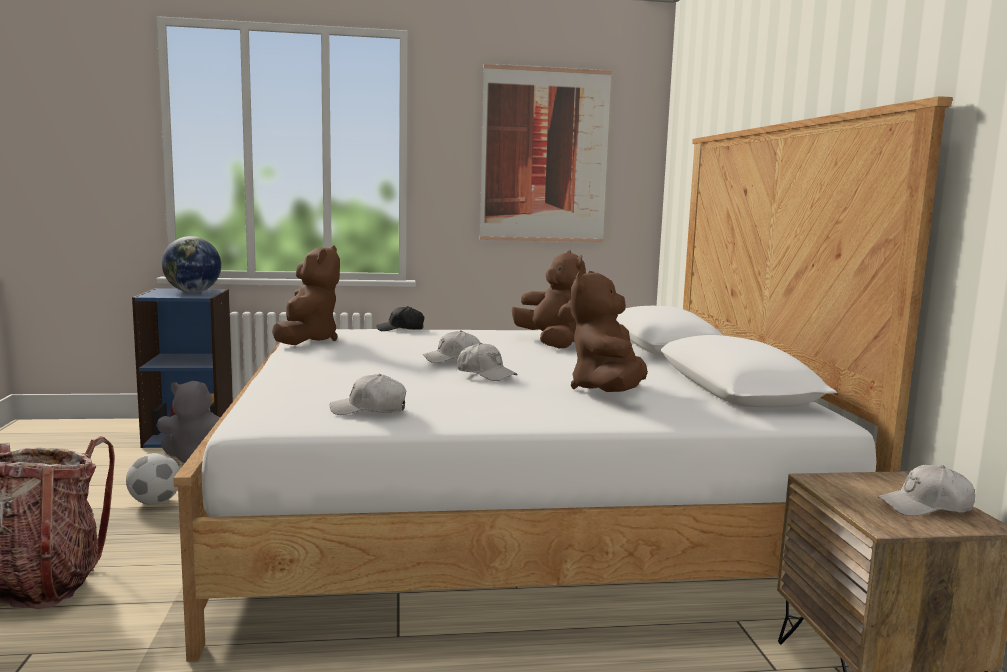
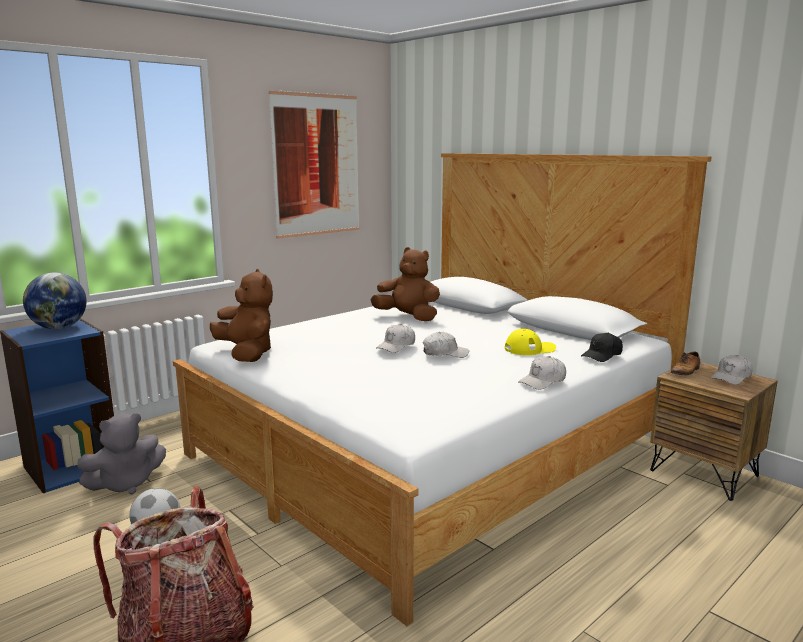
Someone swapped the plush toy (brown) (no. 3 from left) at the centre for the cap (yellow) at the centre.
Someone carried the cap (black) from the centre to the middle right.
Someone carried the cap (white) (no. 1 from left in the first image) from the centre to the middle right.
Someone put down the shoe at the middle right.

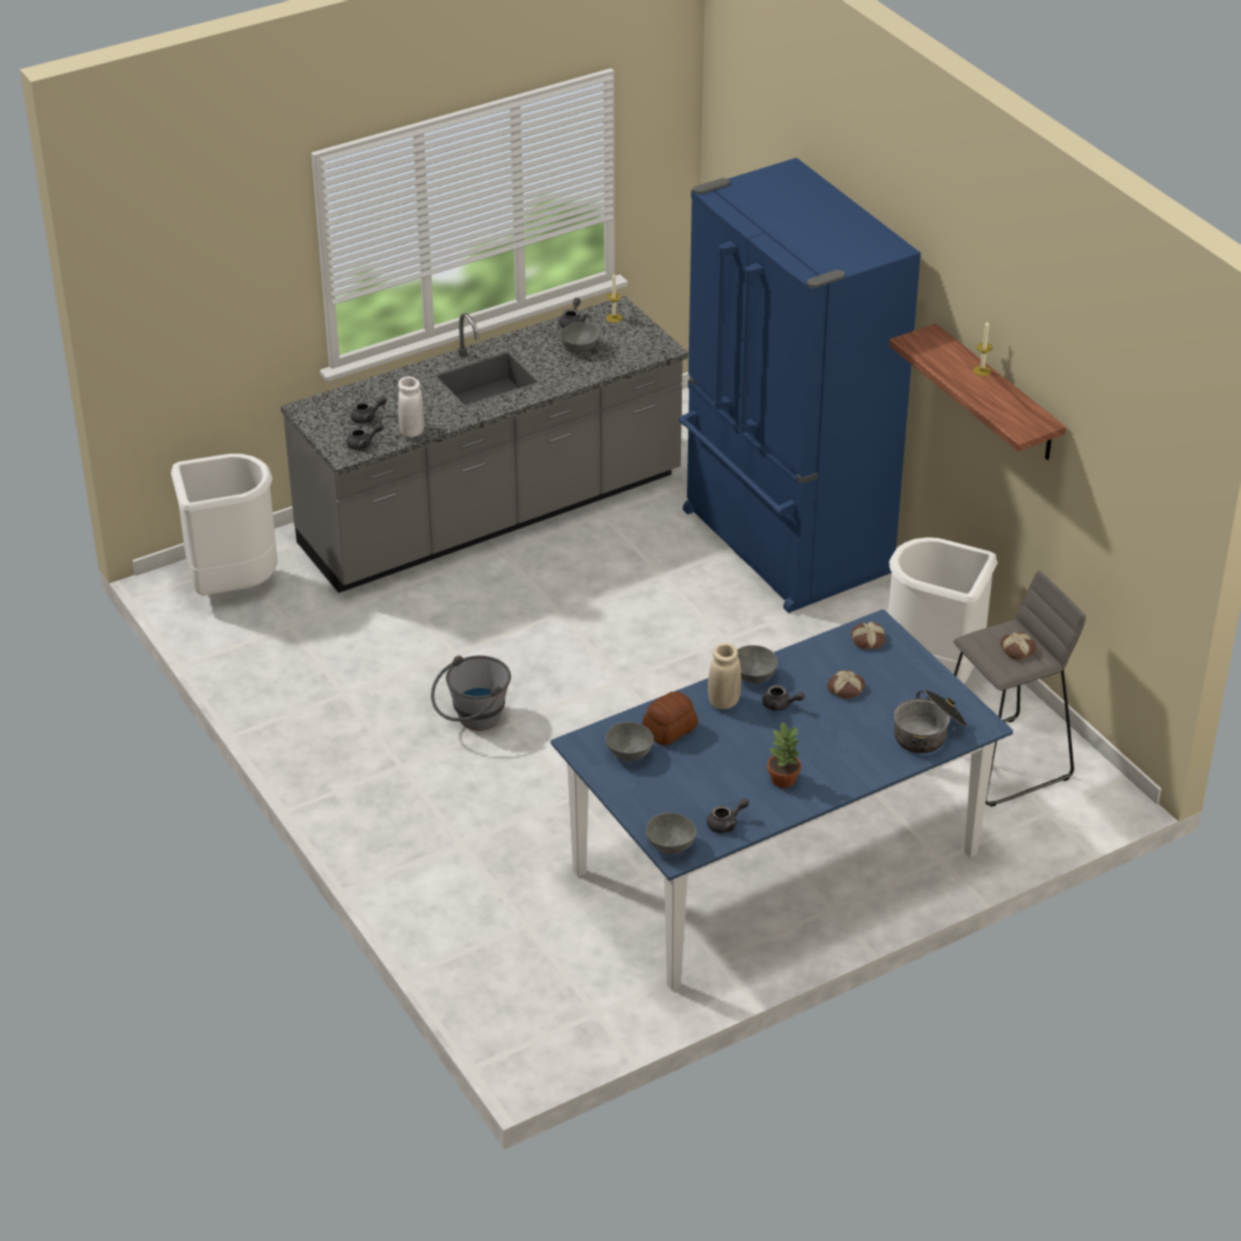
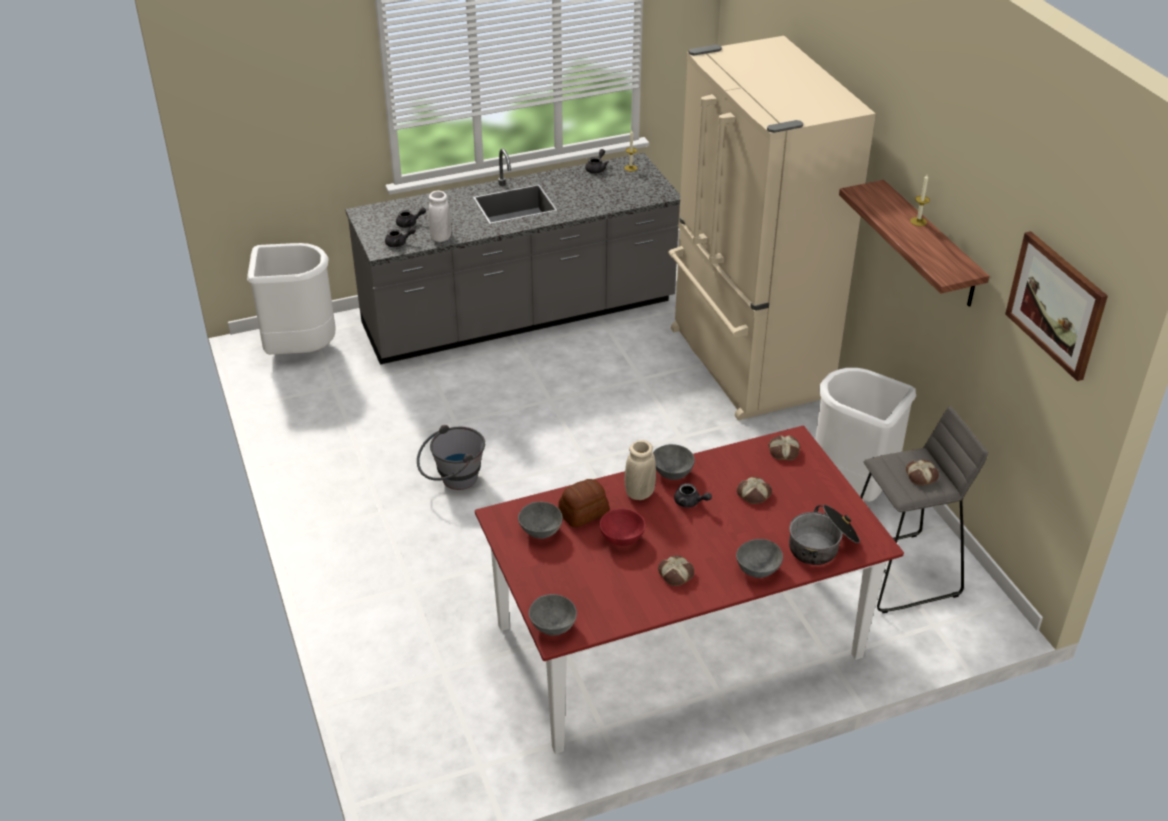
Someone repainted the fridge (blue) at the top centre, which became the fridge (beige) at the top centre.
Someone carried the bowl (grey) (no. 1 from left in the first image) from the top centre to the bottom centre.
Someone repainted the dining table (blue) at the centre, which became the dining table (red) at the bottom centre.
Someone swapped the potted plant at the centre for the bread (no. 2 from left) at the bottom centre.
Someone took away the teapot (grey) (no. 4 from left) at the centre.
Someone put up the picture at the middle right.
Someone put down the bowl (red) at the centre.

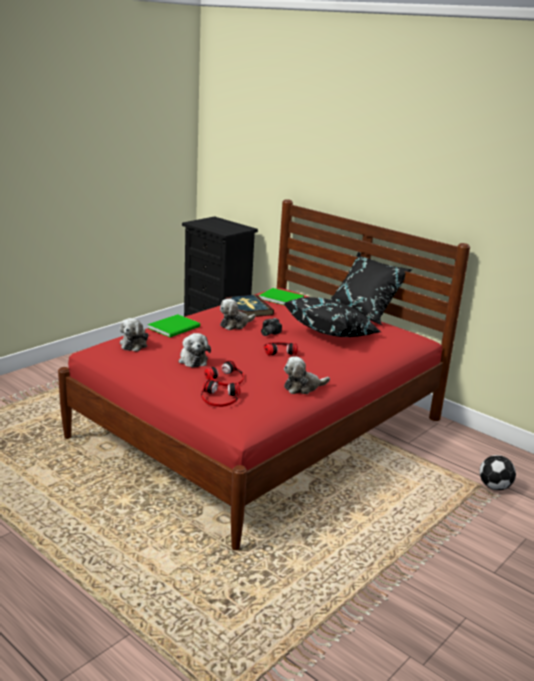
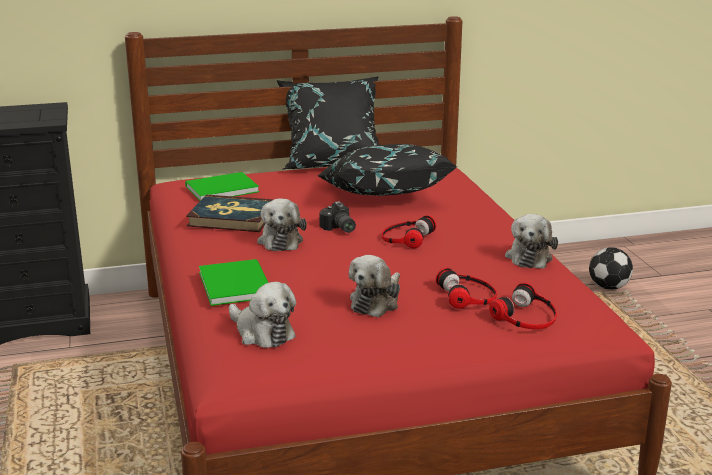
Someone rotated the plush toy (no. 2 from left in the first image) at the centre by 105 degrees clockwise.

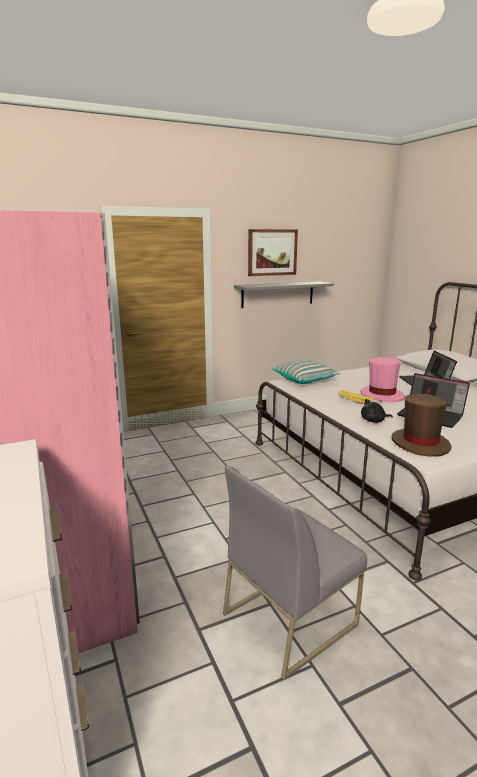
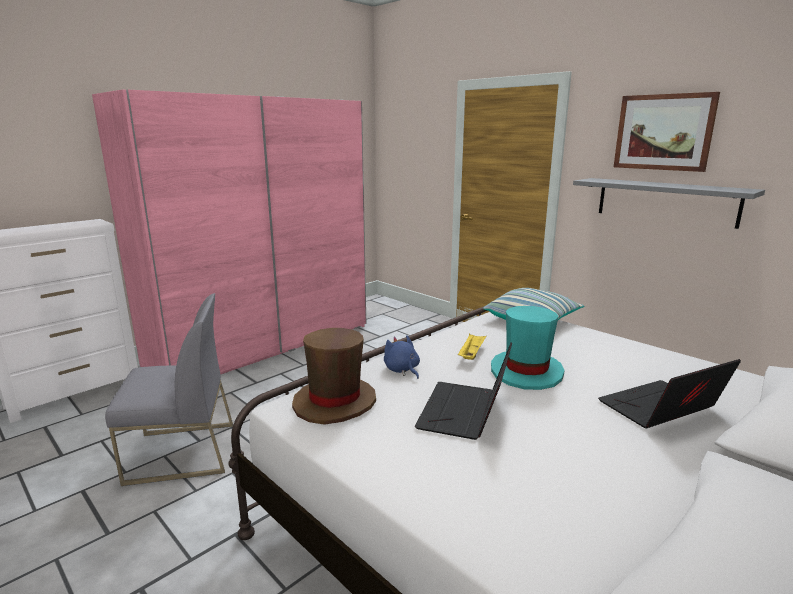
Someone repainted the hat (pink) at the middle right, which became the hat (turquoise) at the centre.
Someone repainted the plush toy (black) at the middle right, which became the plush toy (blue) at the centre.
Someone rotated the chair (grey) at the bottom centre by 135 degrees clockwise.

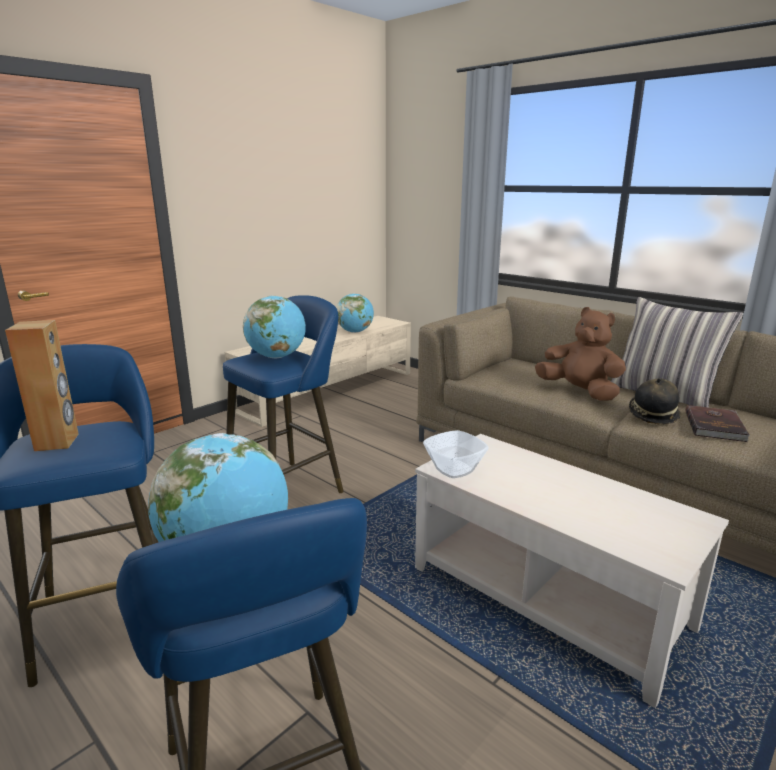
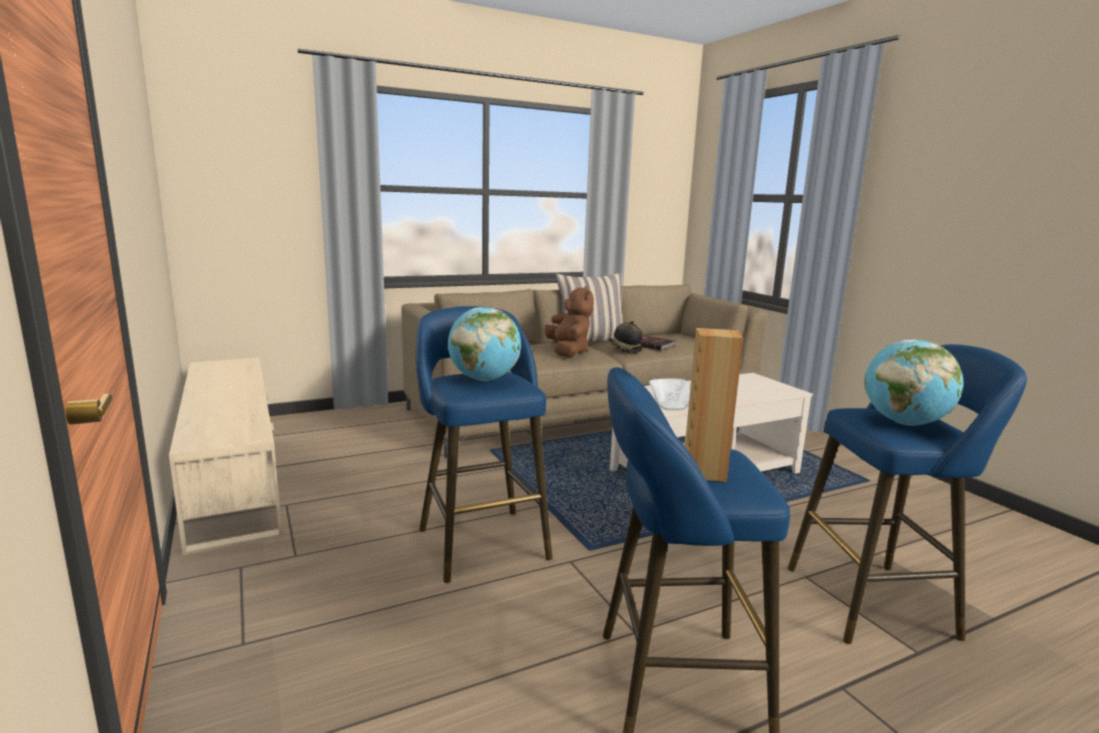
Someone took away the globe (no. 3 from left) at the centre.
Someone rotated the plush toy (brown) at the middle right by 105 degrees clockwise.

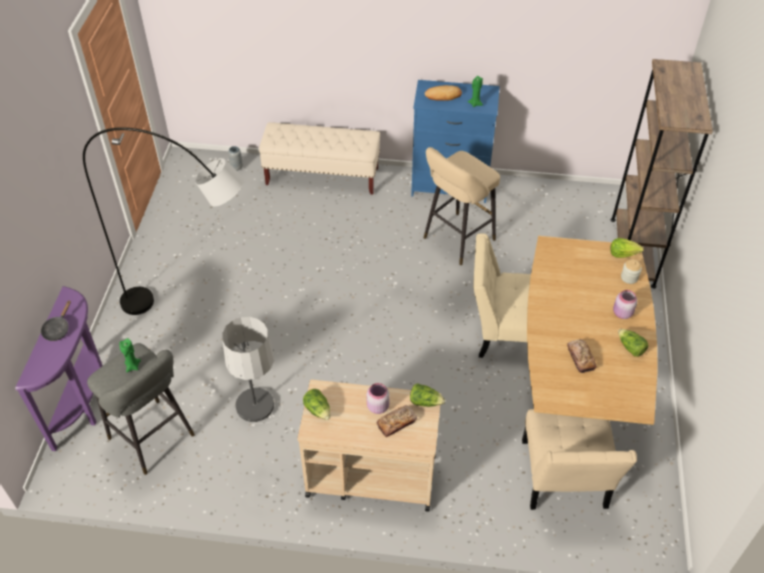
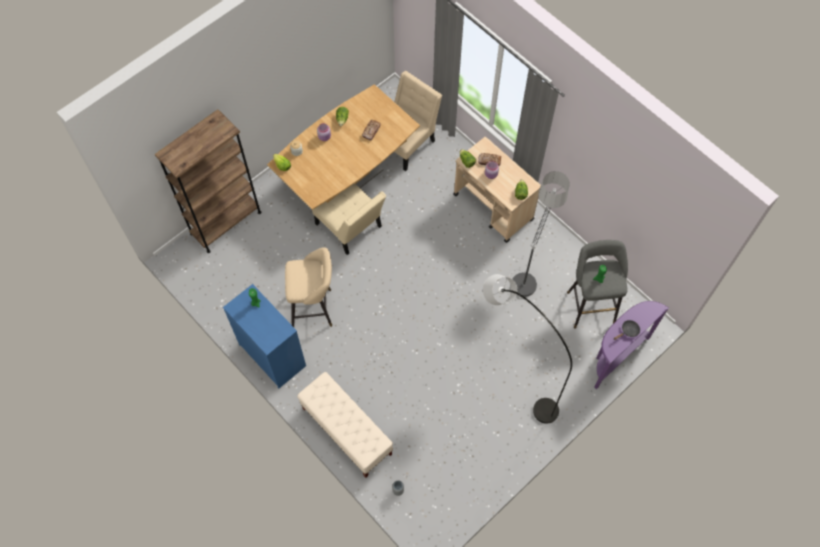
Someone took away the bread (no. 2 from left) at the top centre.

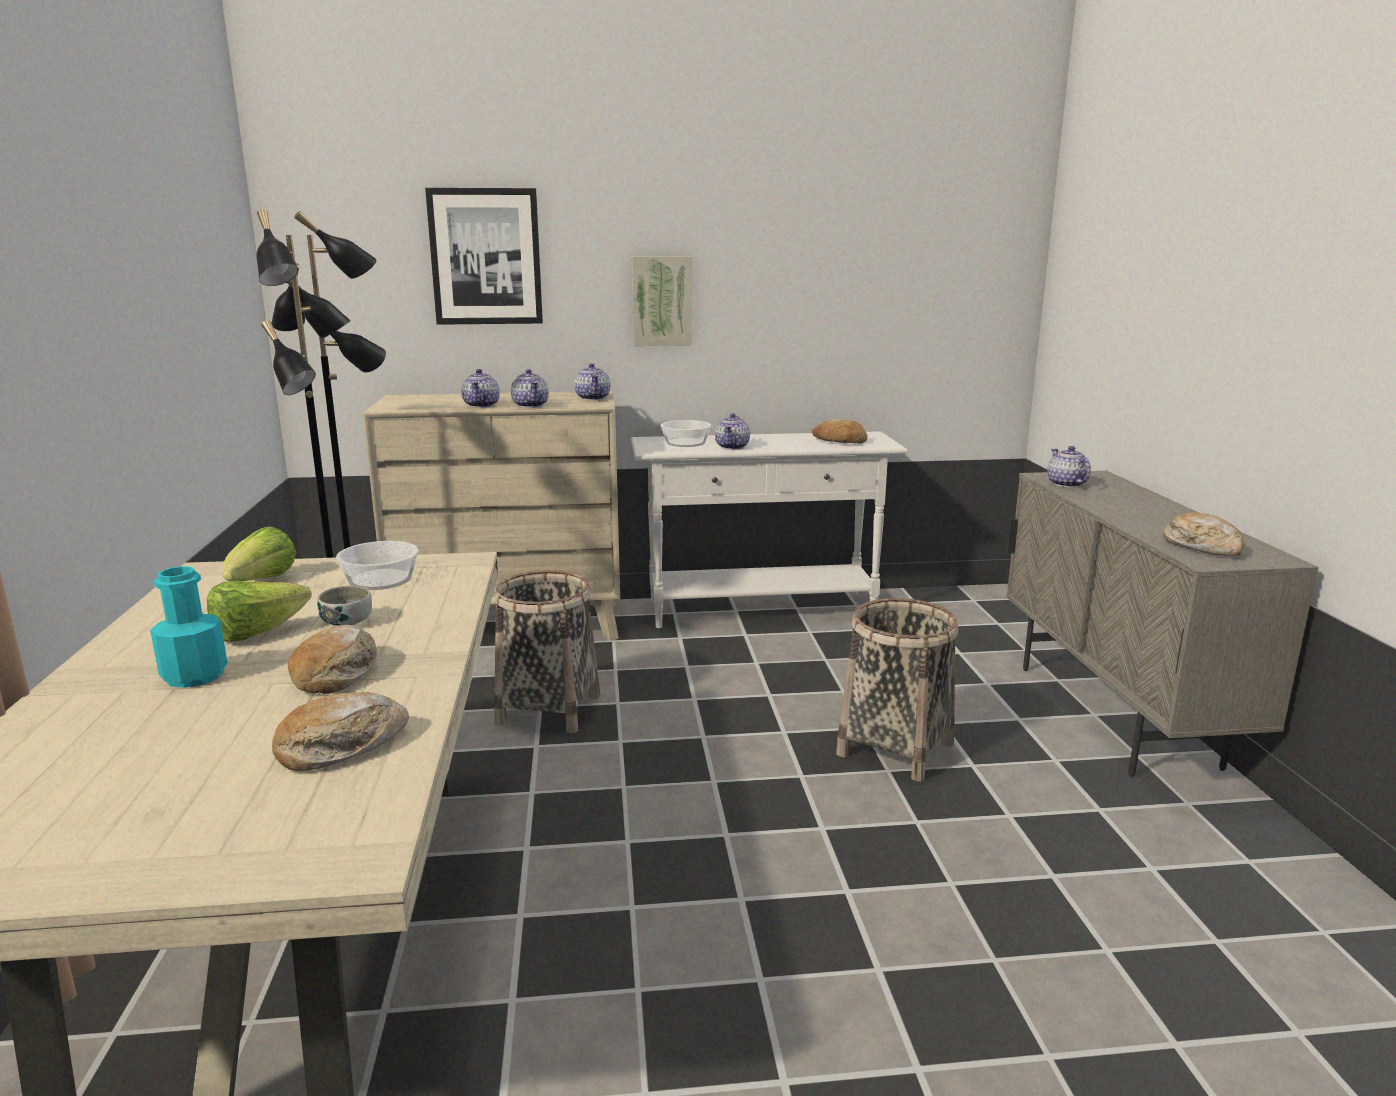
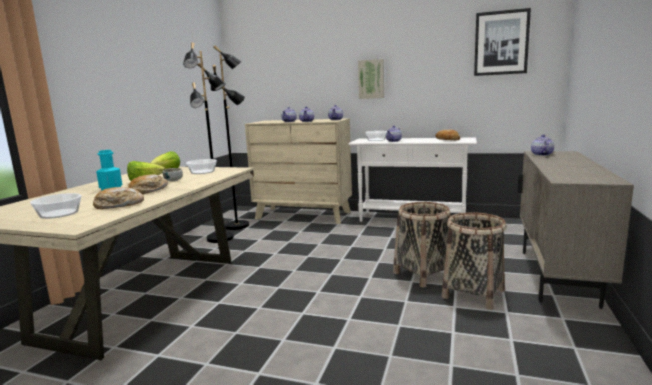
Someone carried the picture (no. 1 from left in the first image) from the top centre to the top right.
Someone took away the bread (no. 4 from left) at the middle right.
Someone carried the basket (no. 1 from left in the first image) from the centre to the bottom right.
Someone put down the bowl (no. 1 from left) at the middle left.

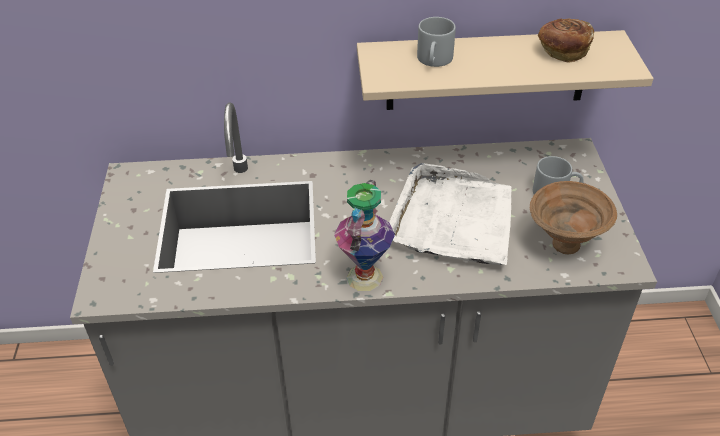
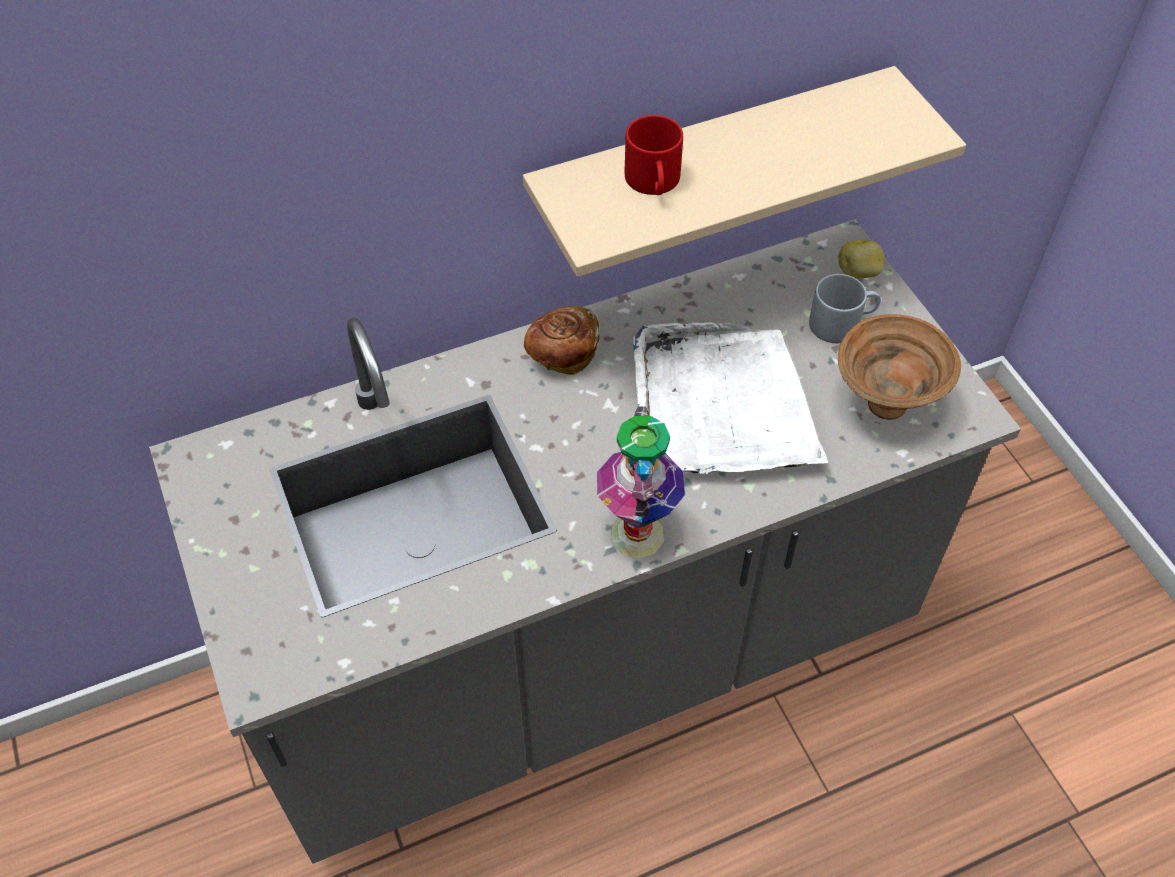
Someone repainted the mug (grey) (no. 1 from left) at the top centre, which became the mug (red) at the top centre.
Someone carried the bread from the top right to the centre.
Someone put down the potato at the top right.

